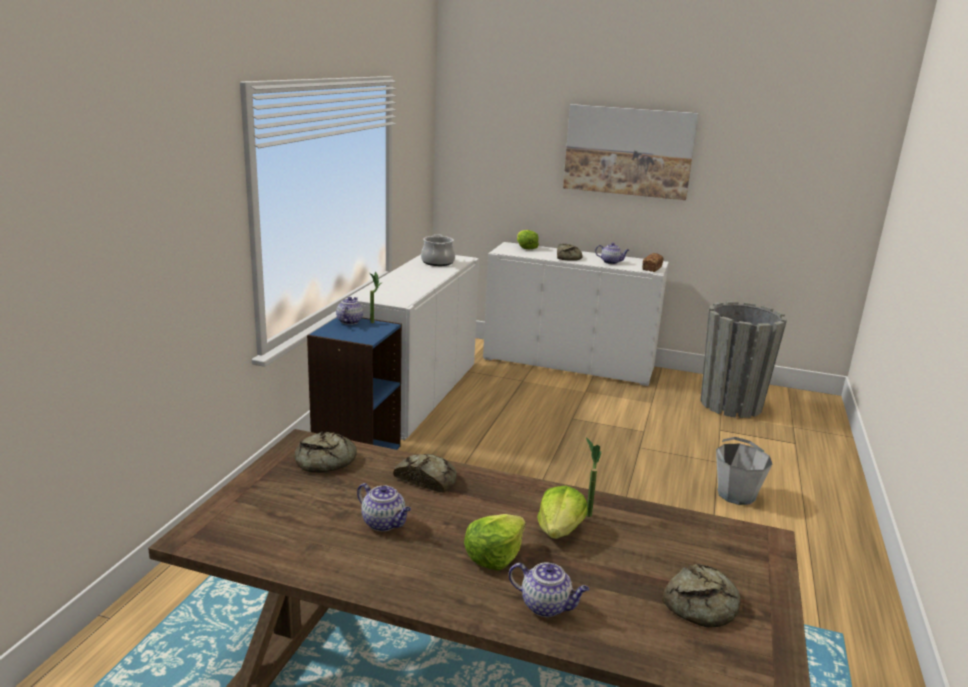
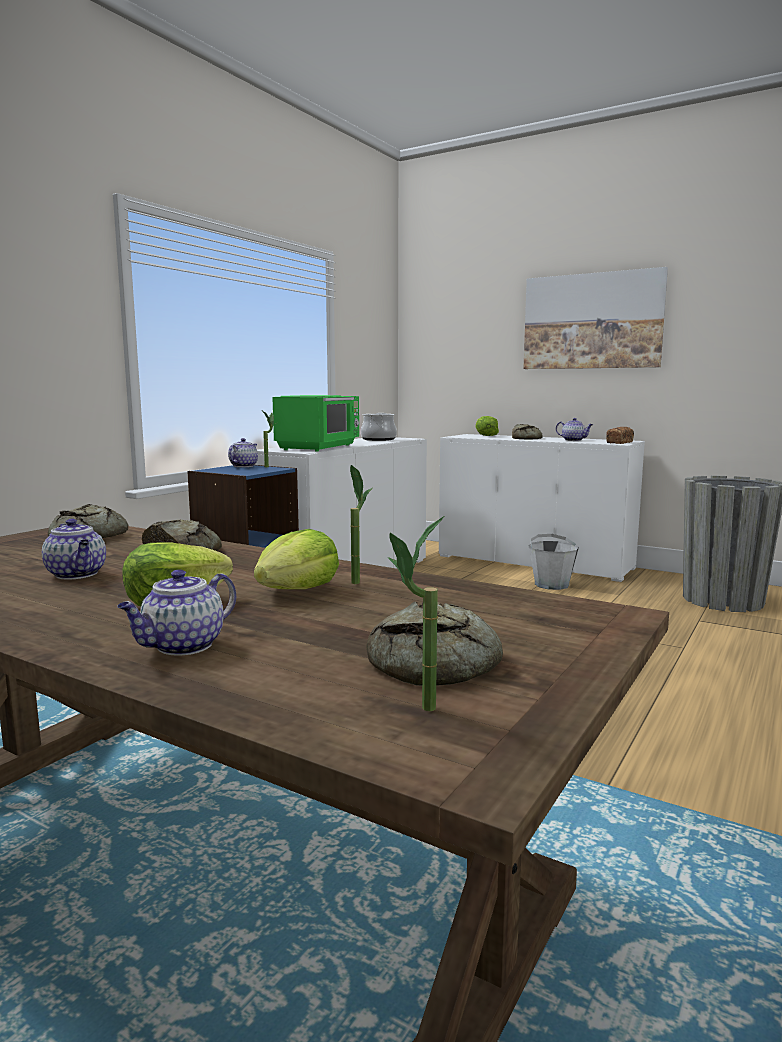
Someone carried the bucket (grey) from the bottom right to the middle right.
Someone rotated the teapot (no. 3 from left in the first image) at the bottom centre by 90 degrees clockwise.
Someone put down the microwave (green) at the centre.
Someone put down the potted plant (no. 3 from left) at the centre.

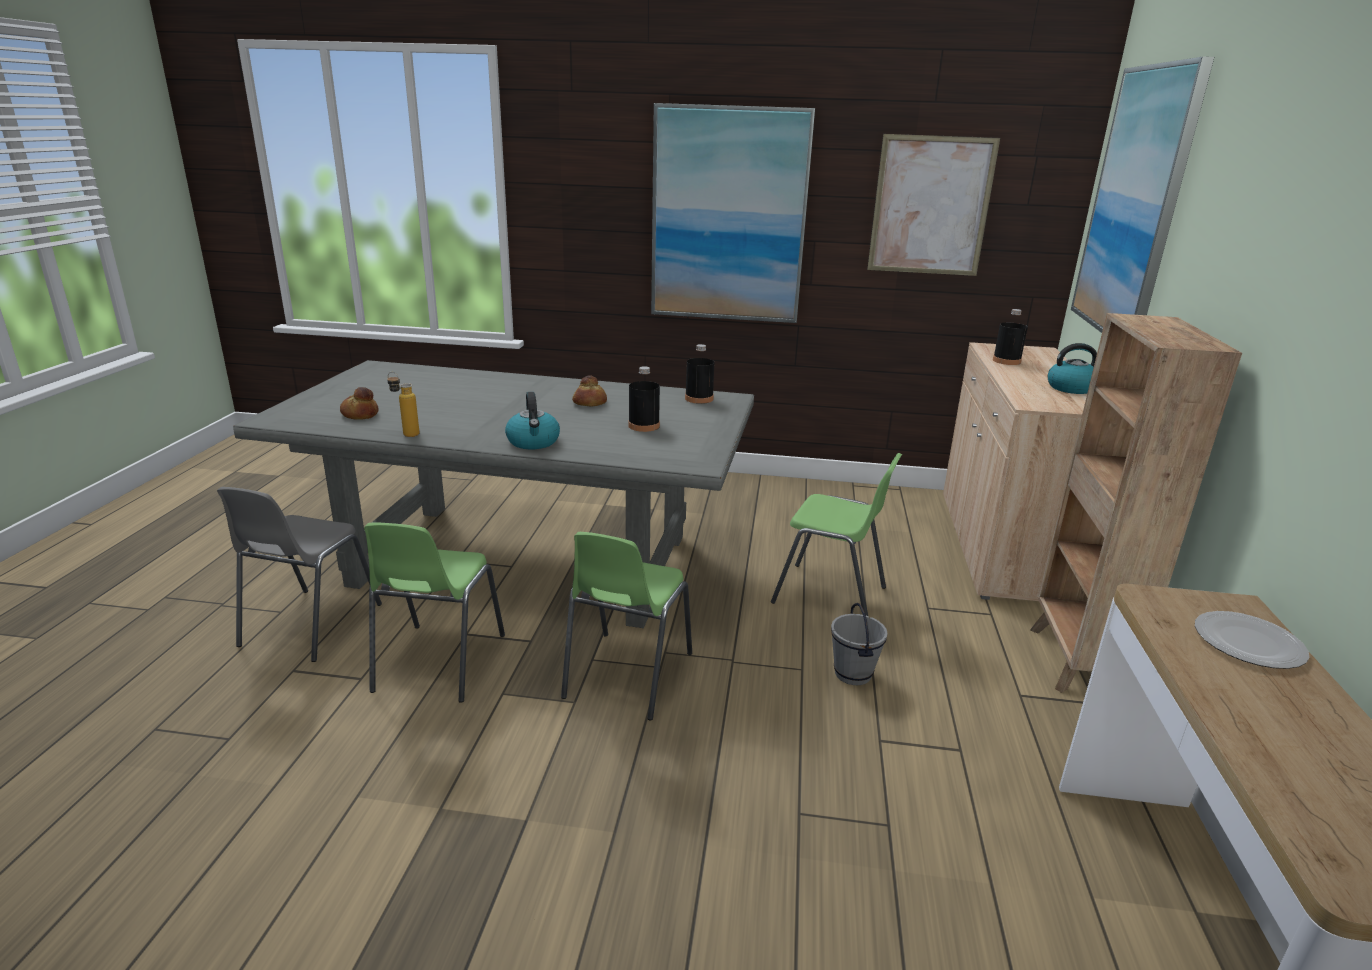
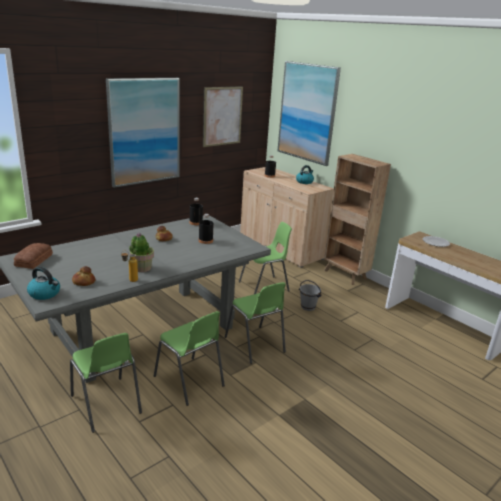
Someone carried the kettle (no. 1 from left) from the centre to the middle left.
Someone repainted the chair (grey) at the middle left, which became the chair (green) (no. 1 from left) at the bottom left.
Someone put down the potted plant at the middle left.
Someone put down the bread (no. 1 from left) at the middle left.

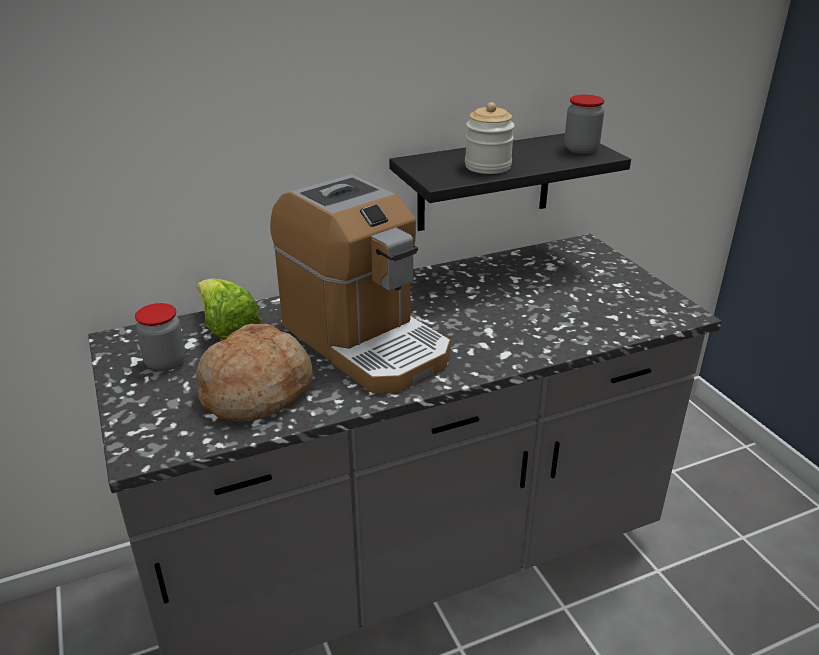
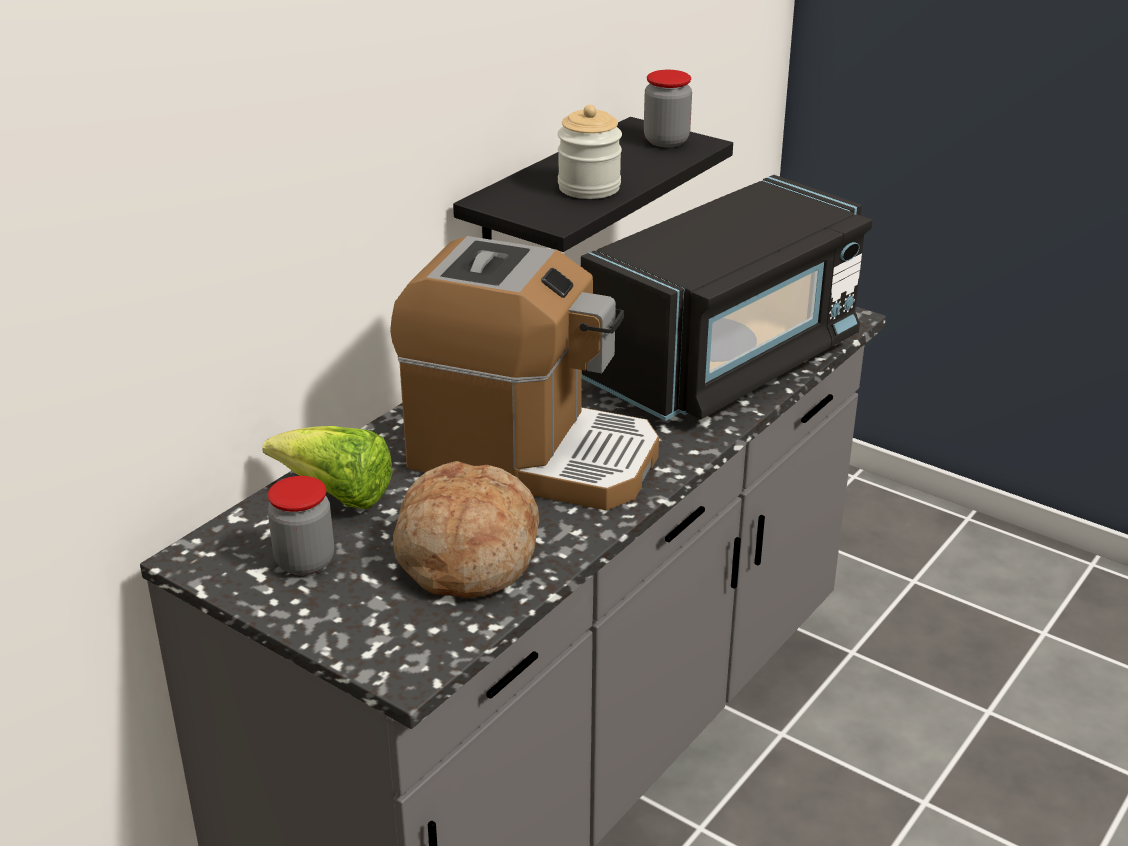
Someone put down the microwave (black) at the centre.

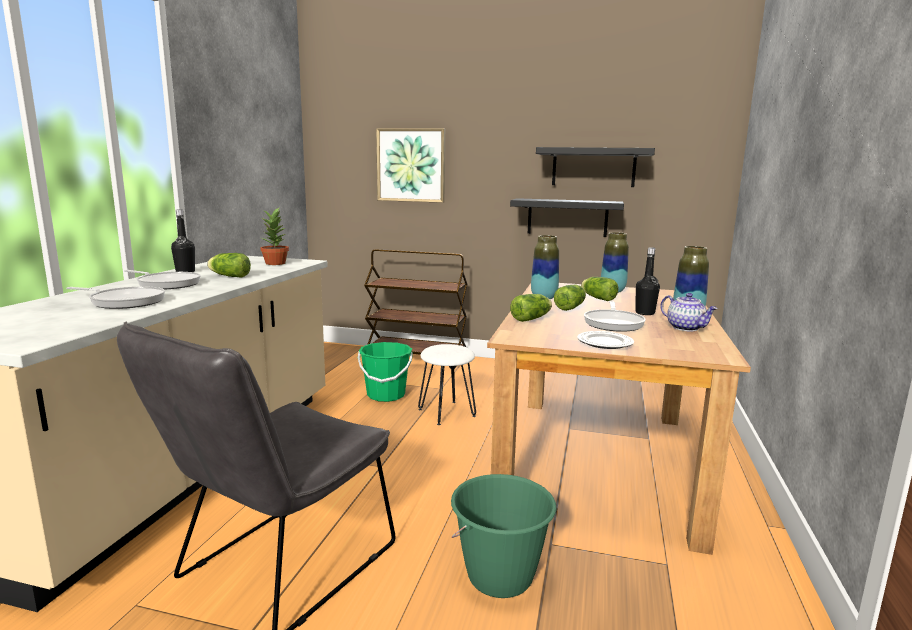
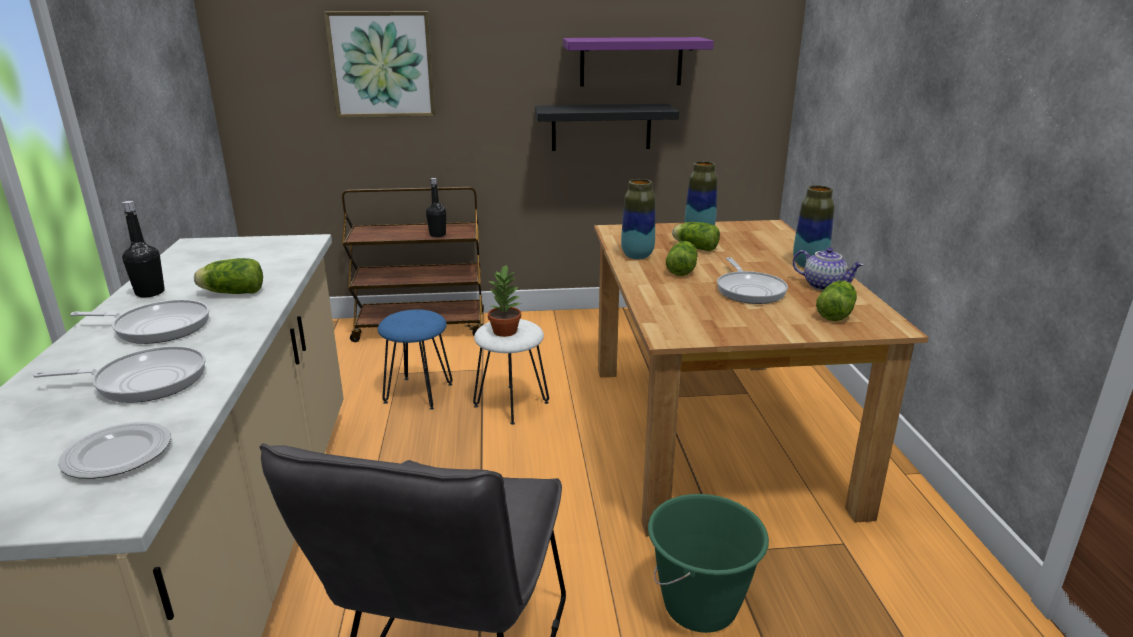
Someone repainted the shelf (black) (no. 2 from left) at the top centre, which became the shelf (purple) at the top centre.
Someone carried the potted plant from the middle left to the centre.
Someone carried the bottle (black) (no. 2 from left) from the middle right to the top centre.
Someone carried the lettuce (no. 2 from left in the first image) from the centre to the middle right.
Someone carried the plate from the centre to the bottom left.
Someone swapped the bucket (green) (no. 1 from left) at the centre for the stool (blue) at the centre.

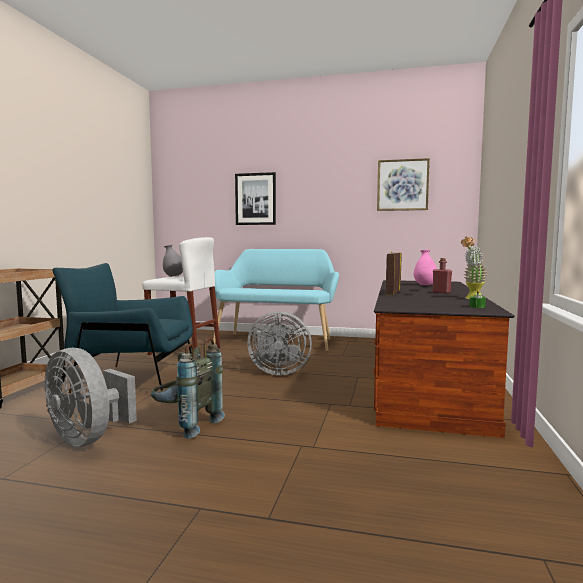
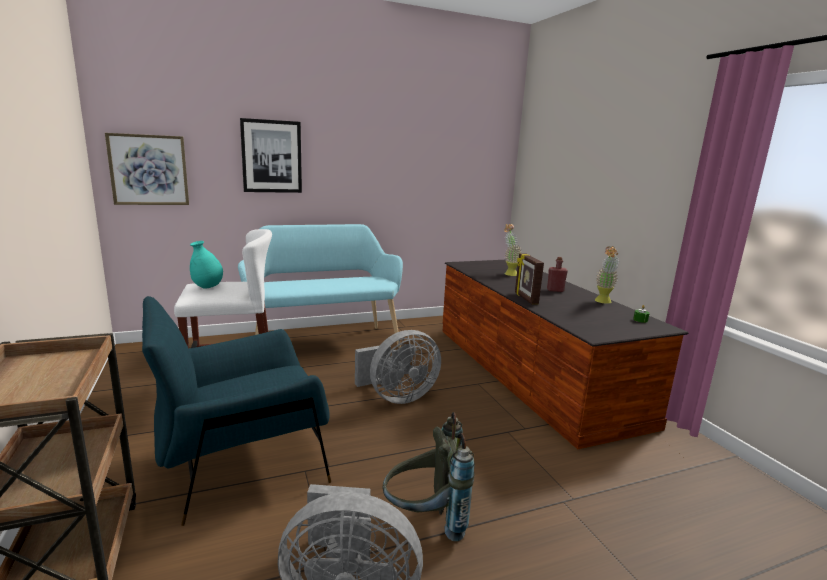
Someone carried the picture (no. 2 from left in the first image) from the top right to the top left.
Someone repainted the vase (grey) at the middle left, which became the vase (turquoise) at the middle left.
Someone swapped the vase (pink) at the middle right for the potted plant (no. 1 from left) at the centre.

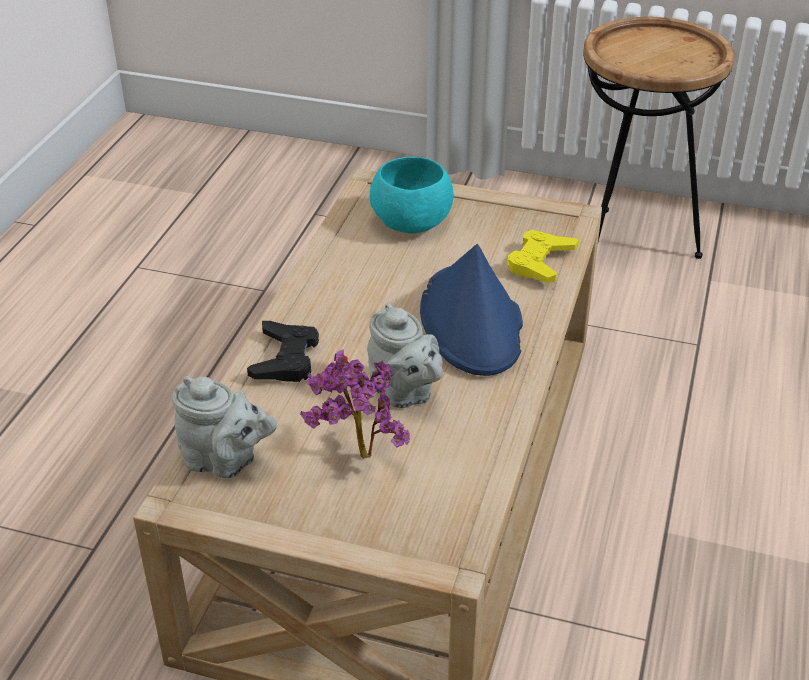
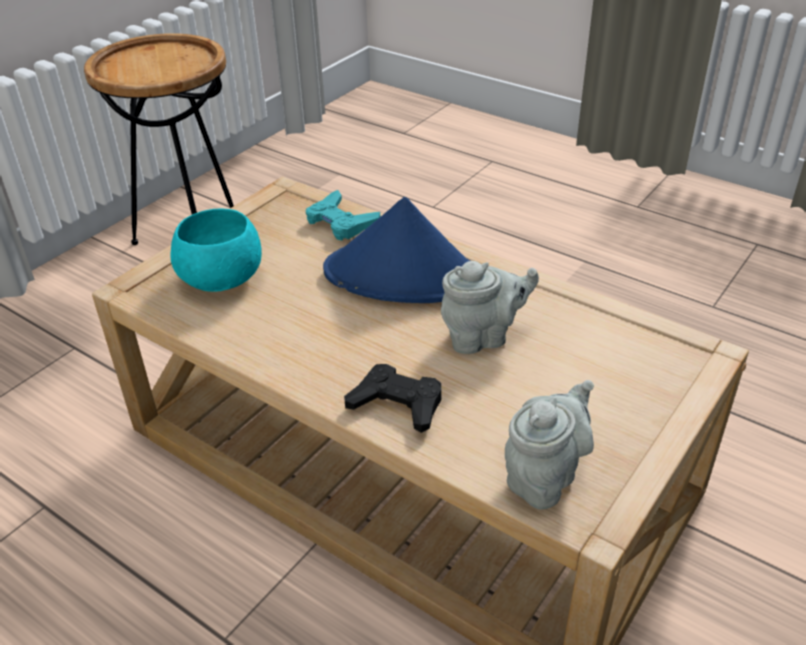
Someone repainted the game controller (yellow) at the middle right, which became the game controller (turquoise) at the centre.
Someone took away the potted plant at the centre.

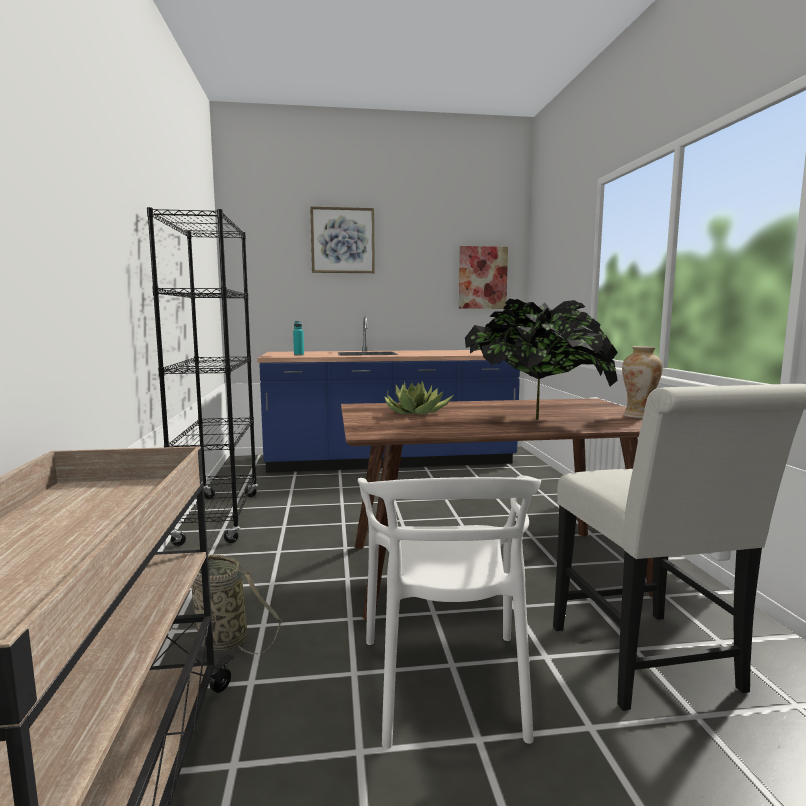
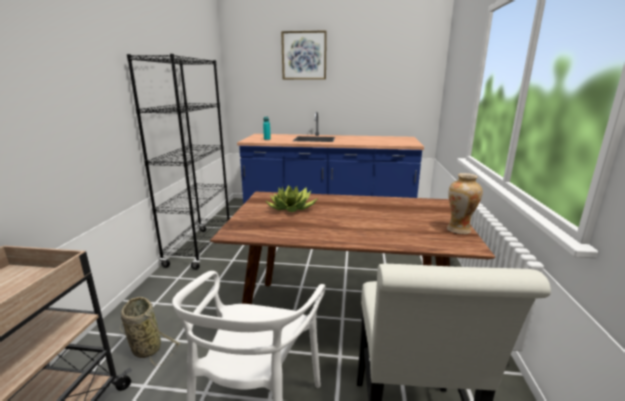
Someone took away the picture (no. 2 from left) at the centre.
Someone took away the potted plant (no. 2 from left) at the middle right.

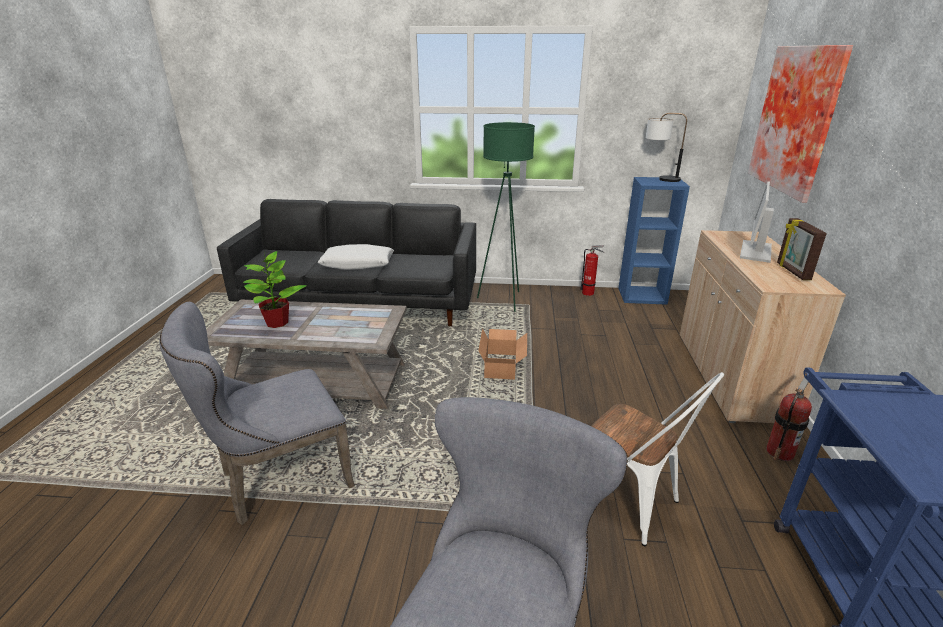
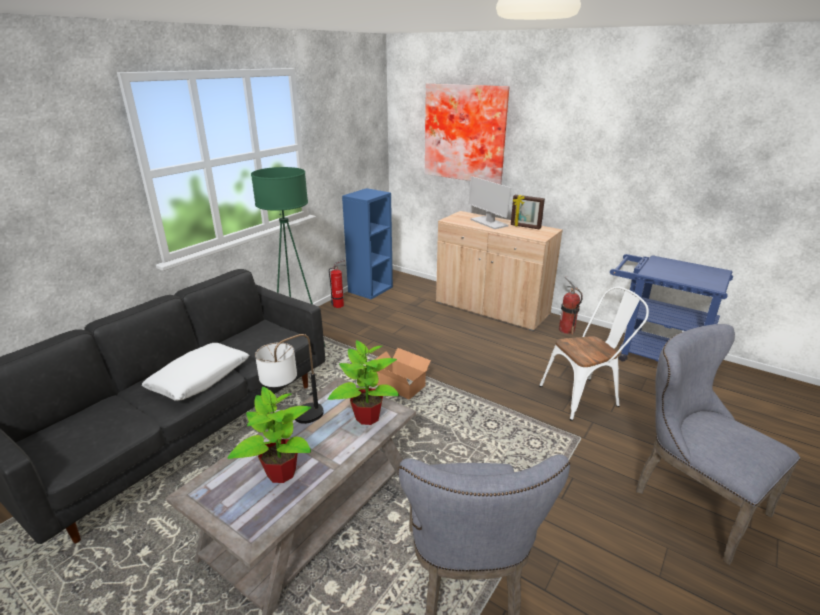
Someone carried the table lamp from the top right to the centre.
Someone put down the potted plant (no. 2 from left) at the centre.

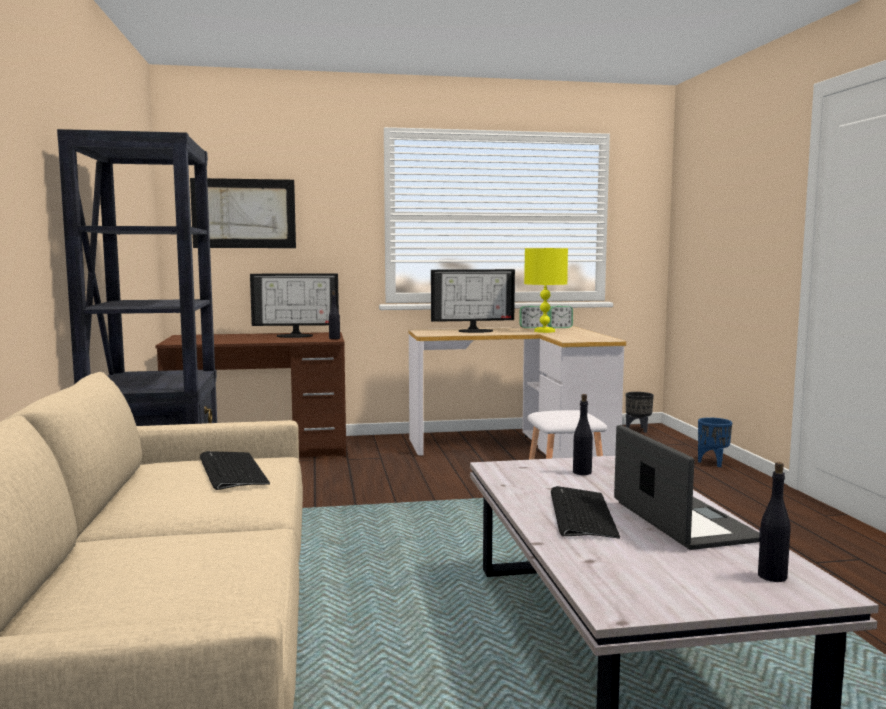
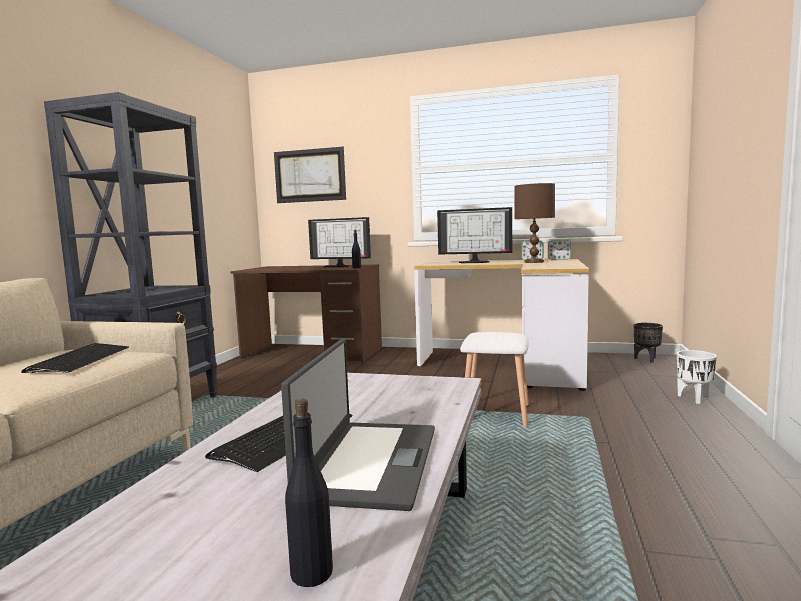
Someone repainted the table lamp (yellow) at the centre, which became the table lamp (brown) at the middle right.
Someone took away the bottle (black) (no. 2 from left) at the centre.
Someone repainted the planter (blue) at the middle right, which became the planter (white) at the middle right.

